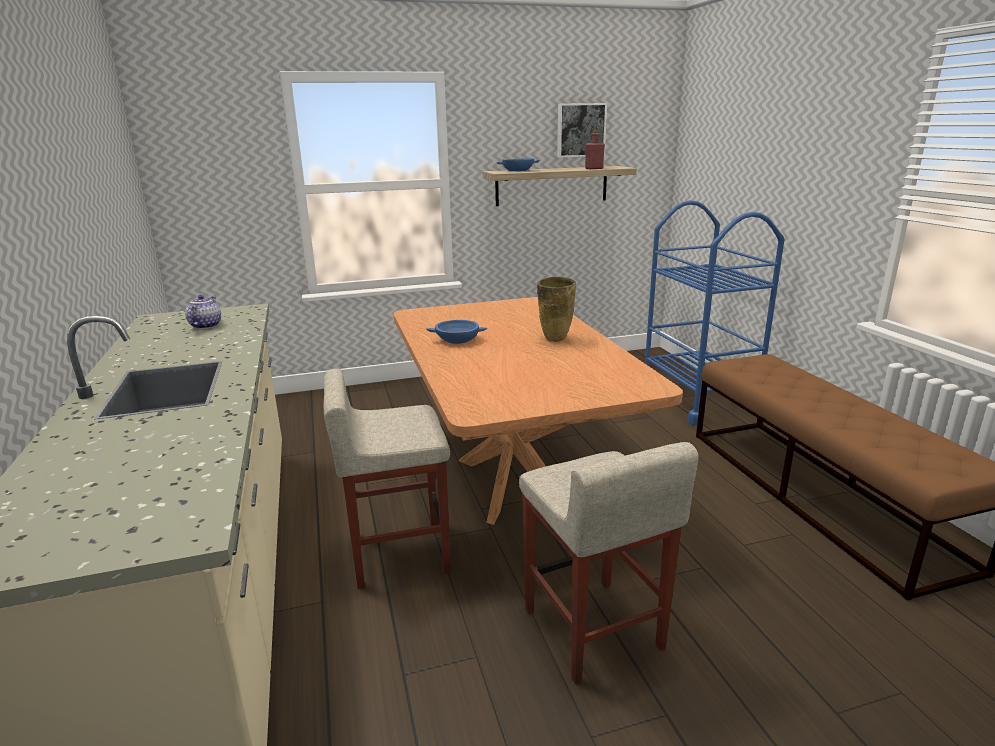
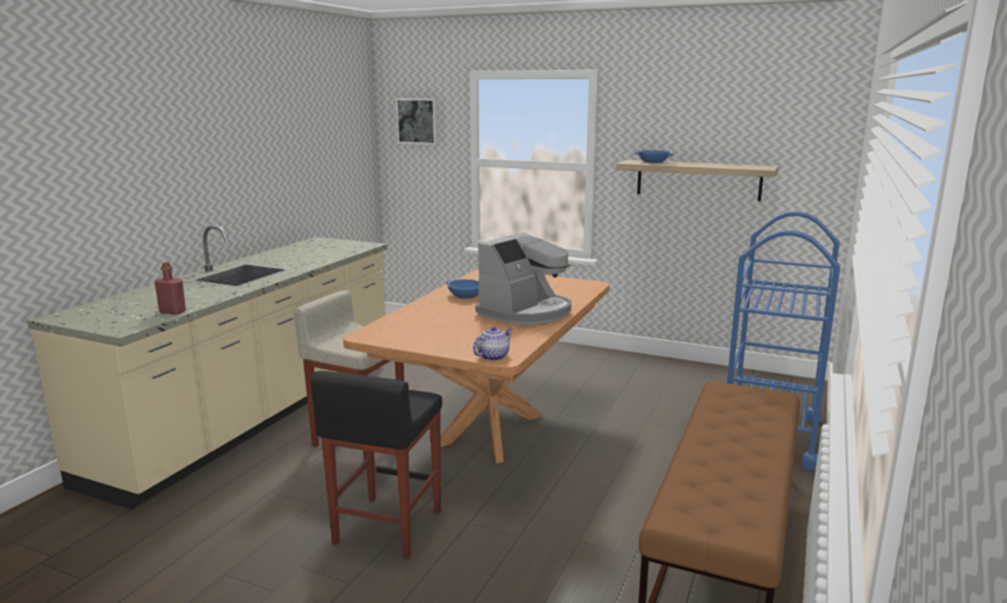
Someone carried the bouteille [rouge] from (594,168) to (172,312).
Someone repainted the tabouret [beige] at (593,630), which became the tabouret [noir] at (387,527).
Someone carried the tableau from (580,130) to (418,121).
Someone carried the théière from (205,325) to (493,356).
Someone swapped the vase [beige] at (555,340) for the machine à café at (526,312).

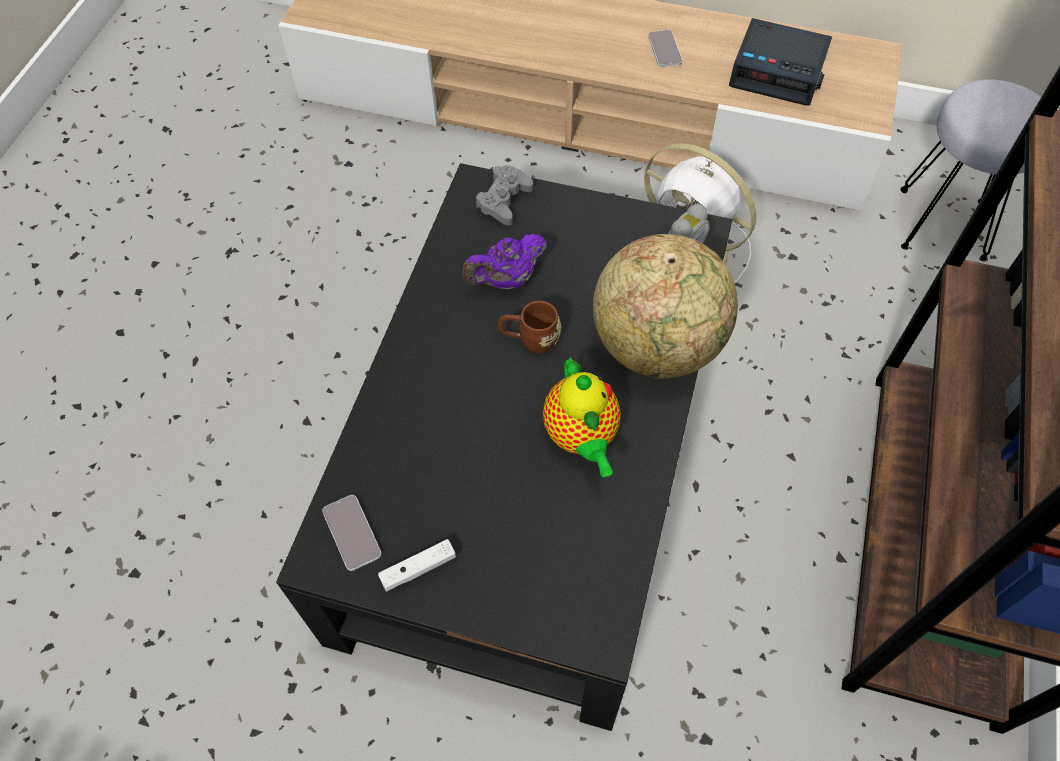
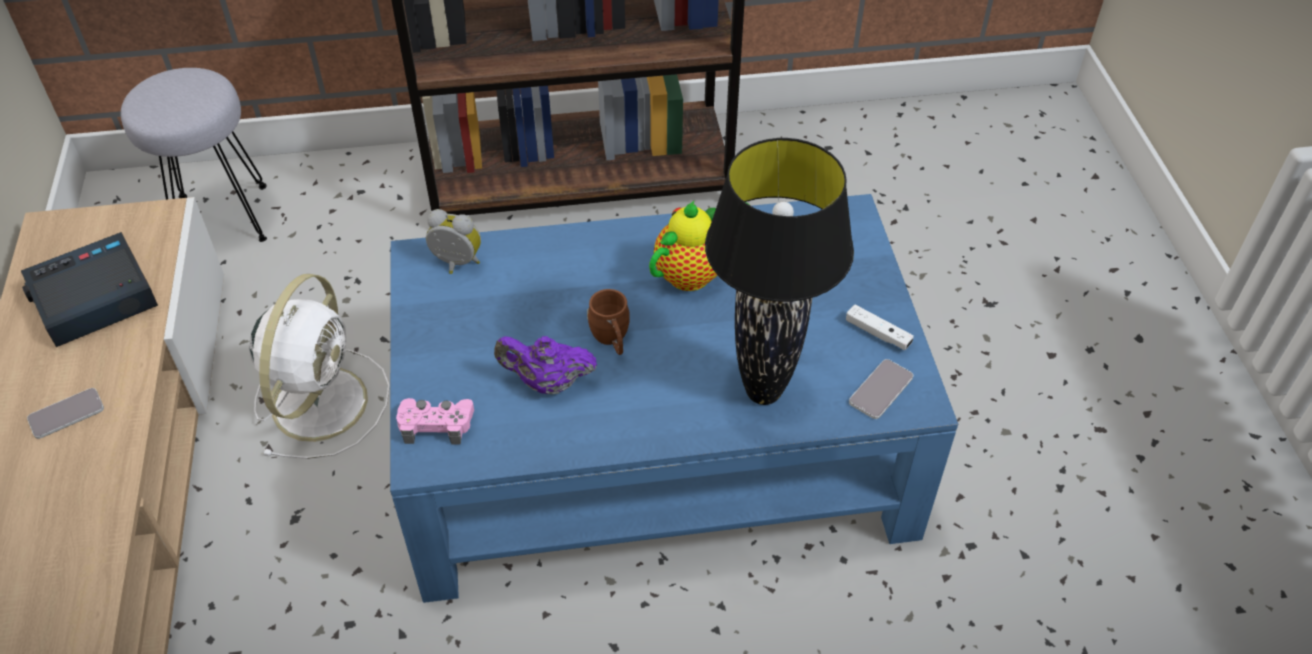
Someone rotated the réveil at (779,71) by 120 degrees counterclockwise.
Someone repainted the table basse [noir] at (532,468), which became the table basse [bleu] at (653,447).
Someone repainted the manette [gris] at (504,200), which became the manette [rose] at (436,424).
Someone rotated the théière [violet] at (506,280) by 150 degrees clockwise.
Someone put down the lampe de table [noir] at (762,391).
Someone took away the globe at (658,345).

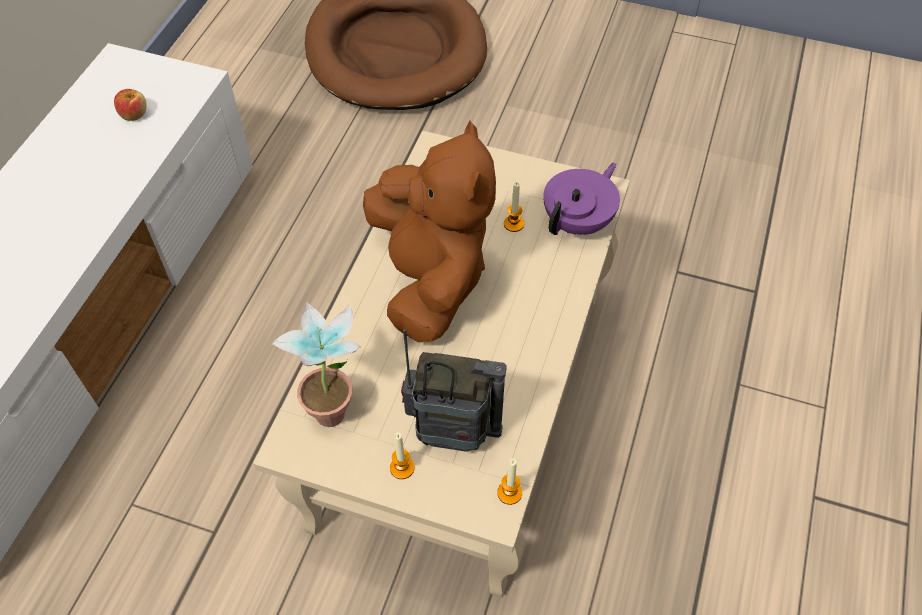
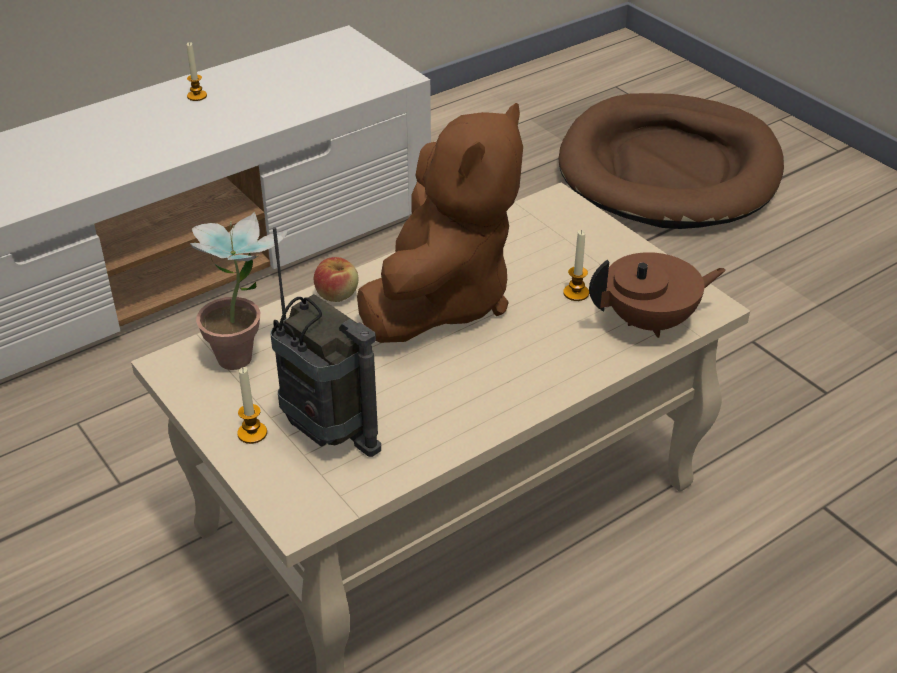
Someone carried the bougie from (509,493) to (197,96).
Someone carried the pomme from (134,114) to (337,294).
Someone repainted the théière [violet] at (579,222), which became the théière [marron] at (651,322).

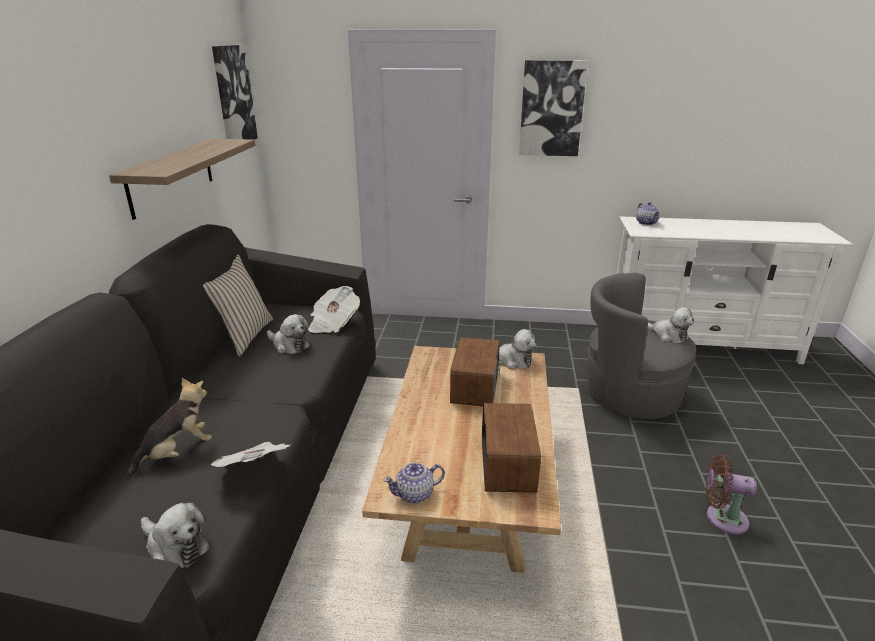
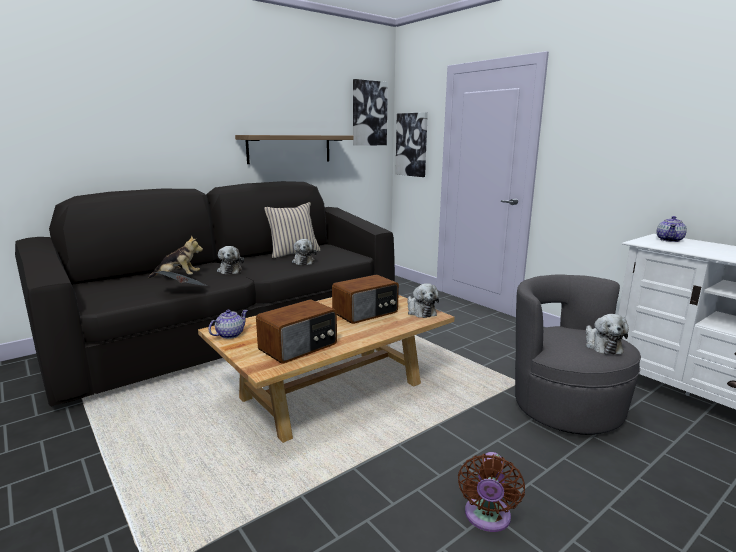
Someone rotated the théière at (415,494) by 105 degrees clockwise.
Someone carried the peluche from (175,547) to (230,270).
Someone carried the tableau from (551,109) to (412,144).
Someone rotated the ventilateur [marron] at (722,518) by 135 degrees counterclockwise.
Someone took away the journal at (333,323).

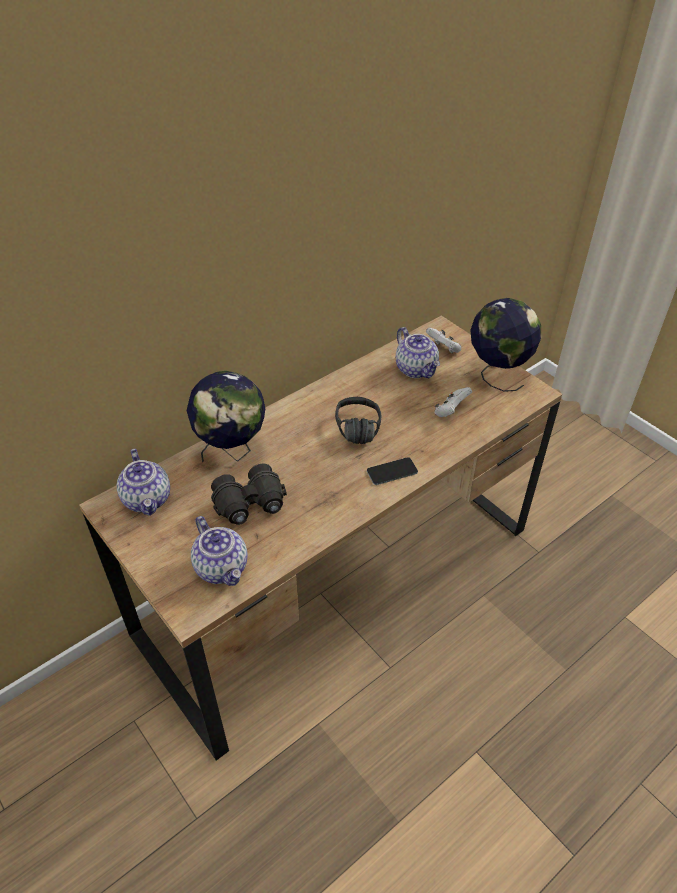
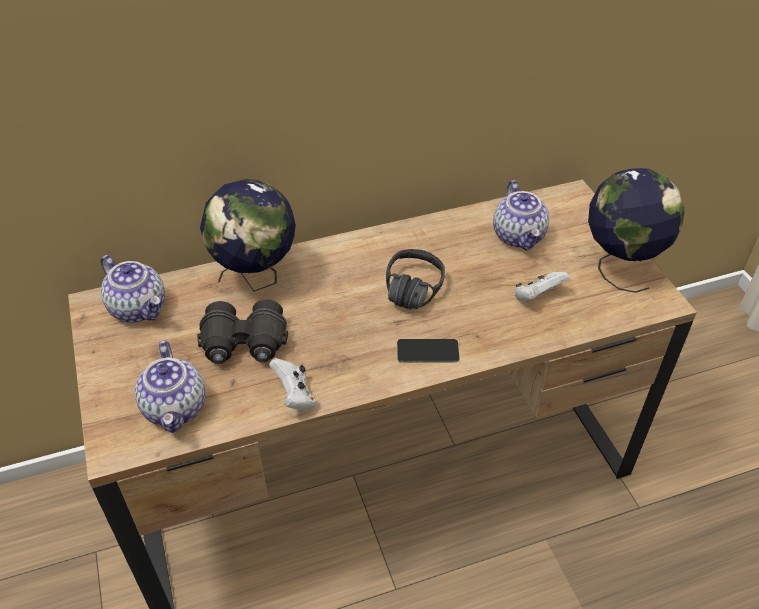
Someone rotated the théière at (148,499) by 45 degrees counterclockwise.
Someone carried the manette [blanc] from (444,349) to (295,396).

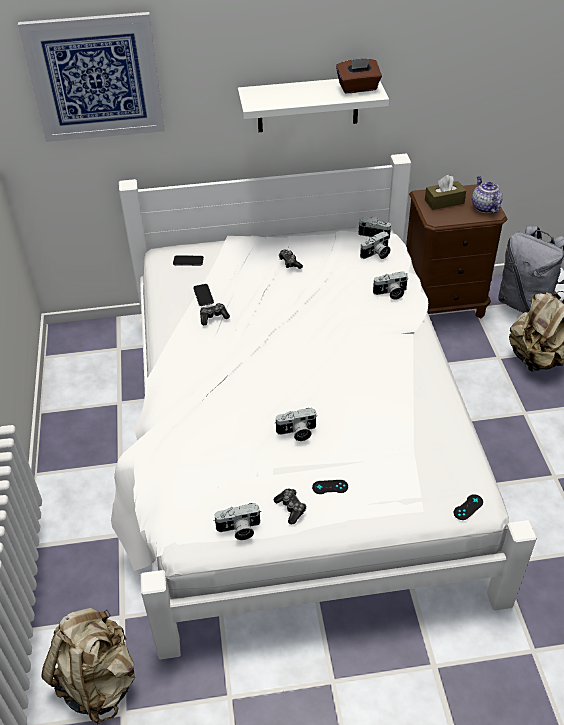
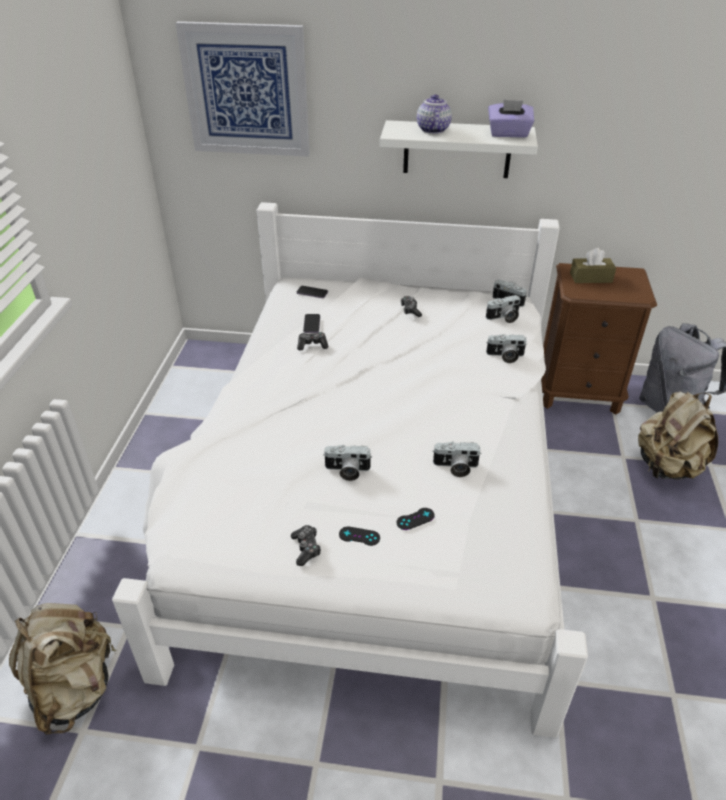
Someone carried the manette [noir] from (468,507) to (415,519).
Someone carried the théière from (484,207) to (432,129).
Someone carried the appareil photo from (239,529) to (455,467).
Someone repainted the boîte à mouchoirs [marron] at (358,88), which became the boîte à mouchoirs [violet] at (508,134).

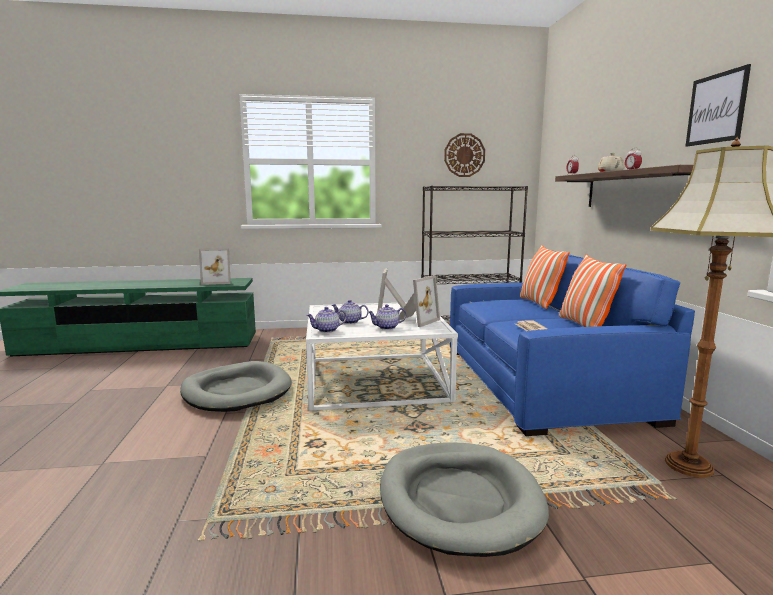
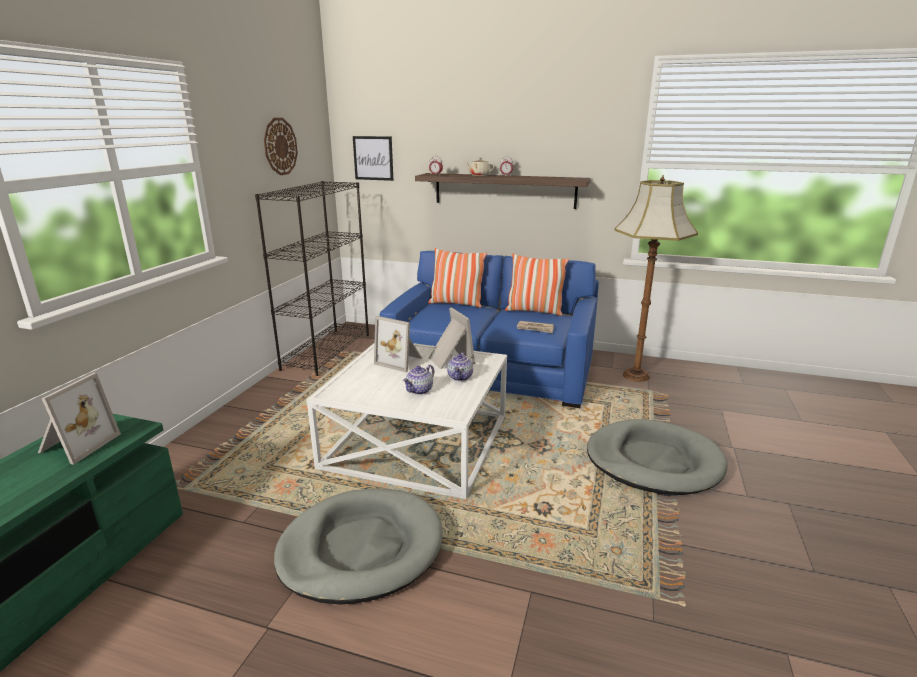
Someone carried the tableau from (716,108) to (373,158).
Someone took away the théière at (327,330).

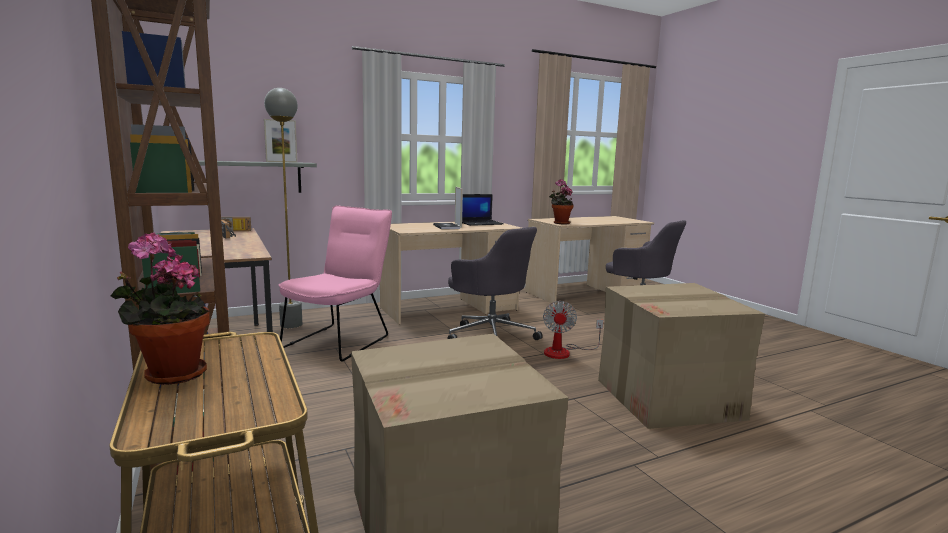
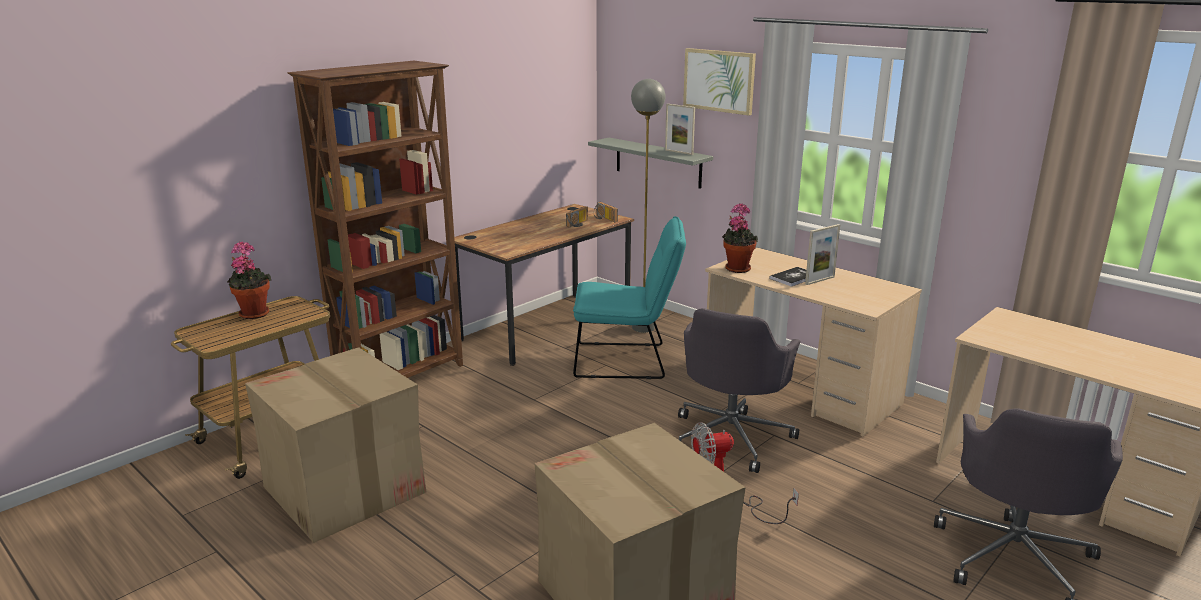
Someone repainted the chaise [rose] at (341,340), which became the chaise [turquoise] at (628,361).
Someone put up the tableau at (719,80).
Someone carried the plante en pot from (560,223) to (737,268).
Someone took away the ordinateur portable at (480,223).

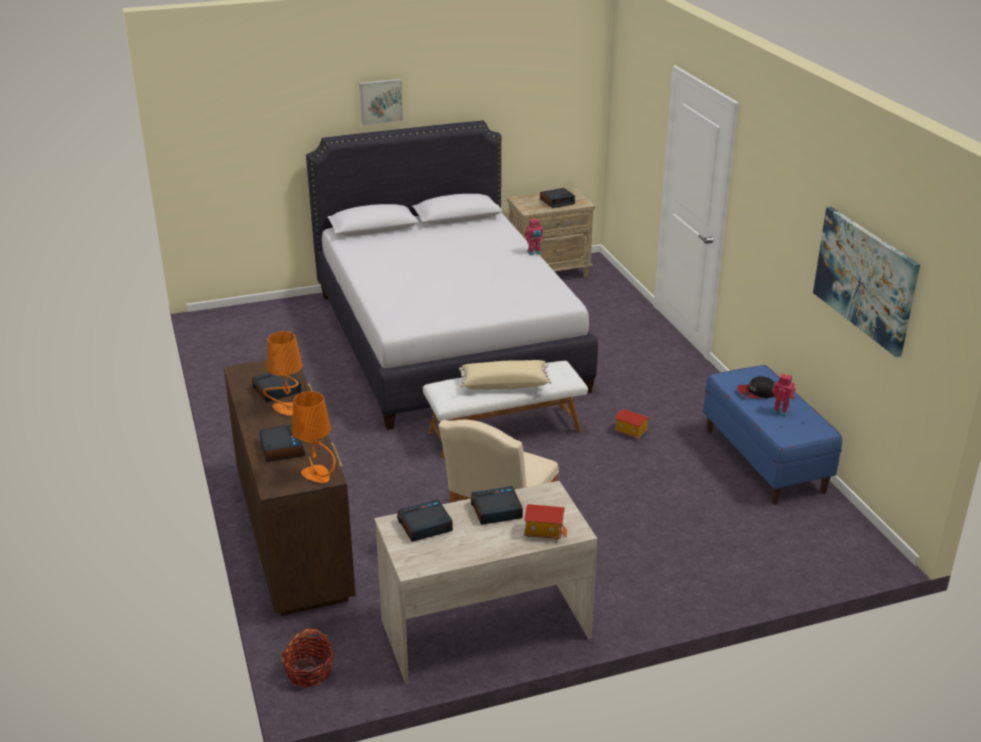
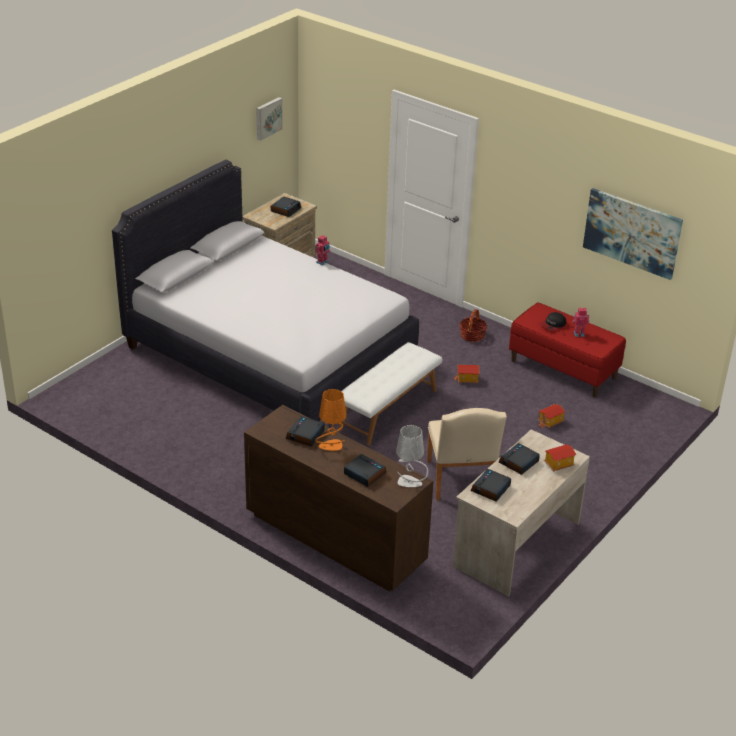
Someone carried the tableau from (380,101) to (268,118).
Someone repainted the lampe de table [orange] at (317,475), which became the lampe de table [gris] at (409,482).
Someone carried the panier from (309,671) to (472,335).
Someone repainted the banc [bleu] at (765,460), which became the banc [rouge] at (563,369).
Someone put down the maison miniature at (550,422).
Someone took away the coussin [beige] at (504,384).

